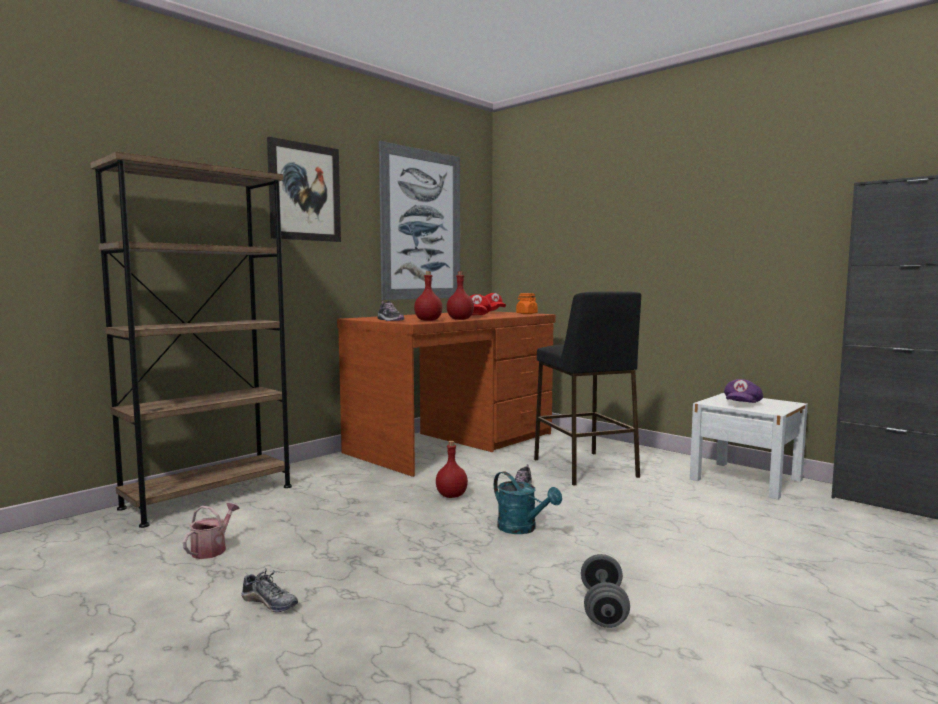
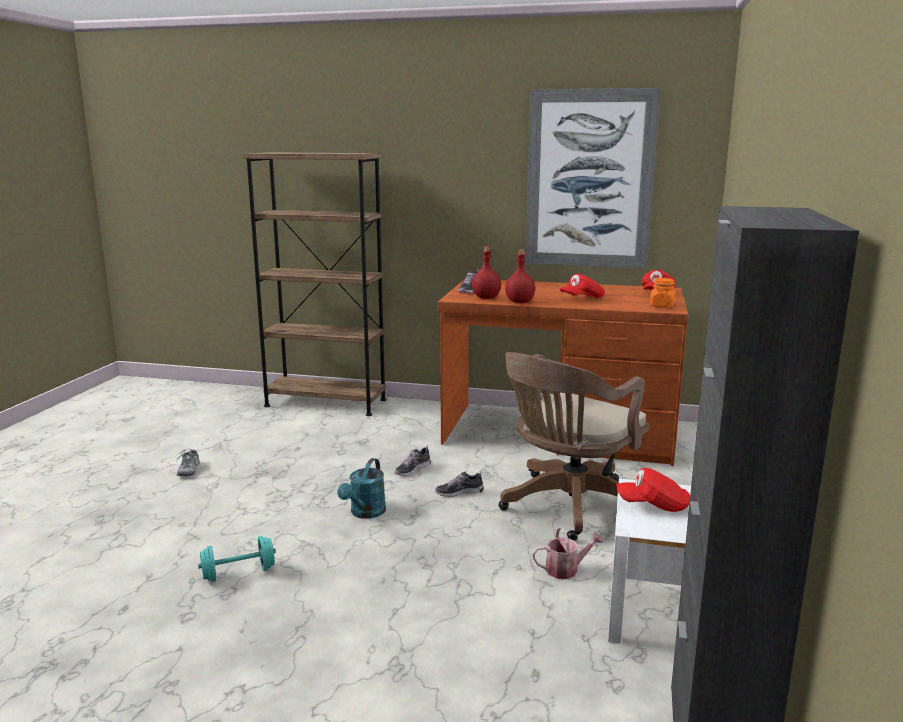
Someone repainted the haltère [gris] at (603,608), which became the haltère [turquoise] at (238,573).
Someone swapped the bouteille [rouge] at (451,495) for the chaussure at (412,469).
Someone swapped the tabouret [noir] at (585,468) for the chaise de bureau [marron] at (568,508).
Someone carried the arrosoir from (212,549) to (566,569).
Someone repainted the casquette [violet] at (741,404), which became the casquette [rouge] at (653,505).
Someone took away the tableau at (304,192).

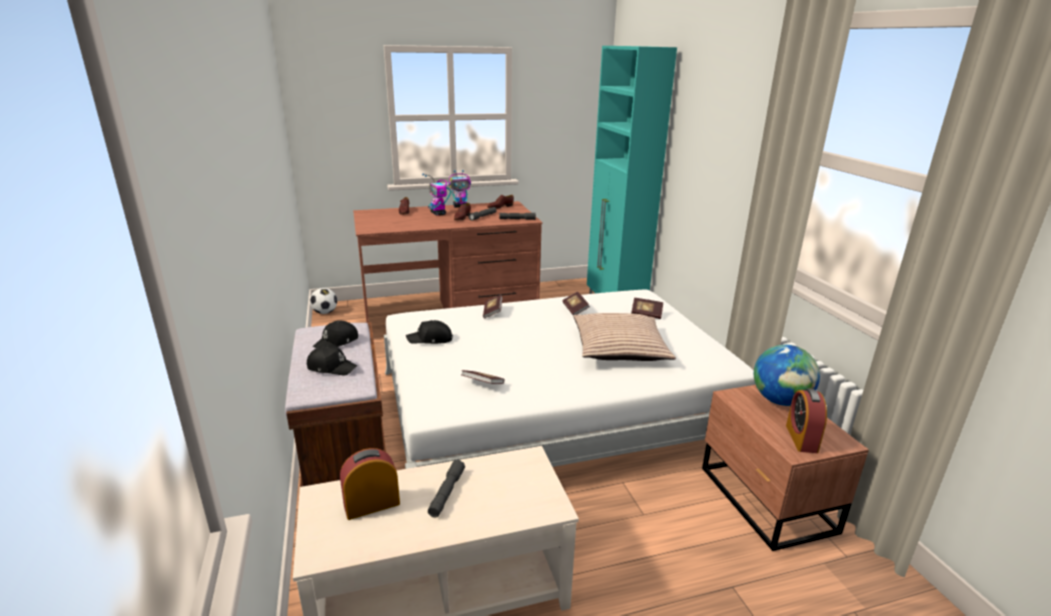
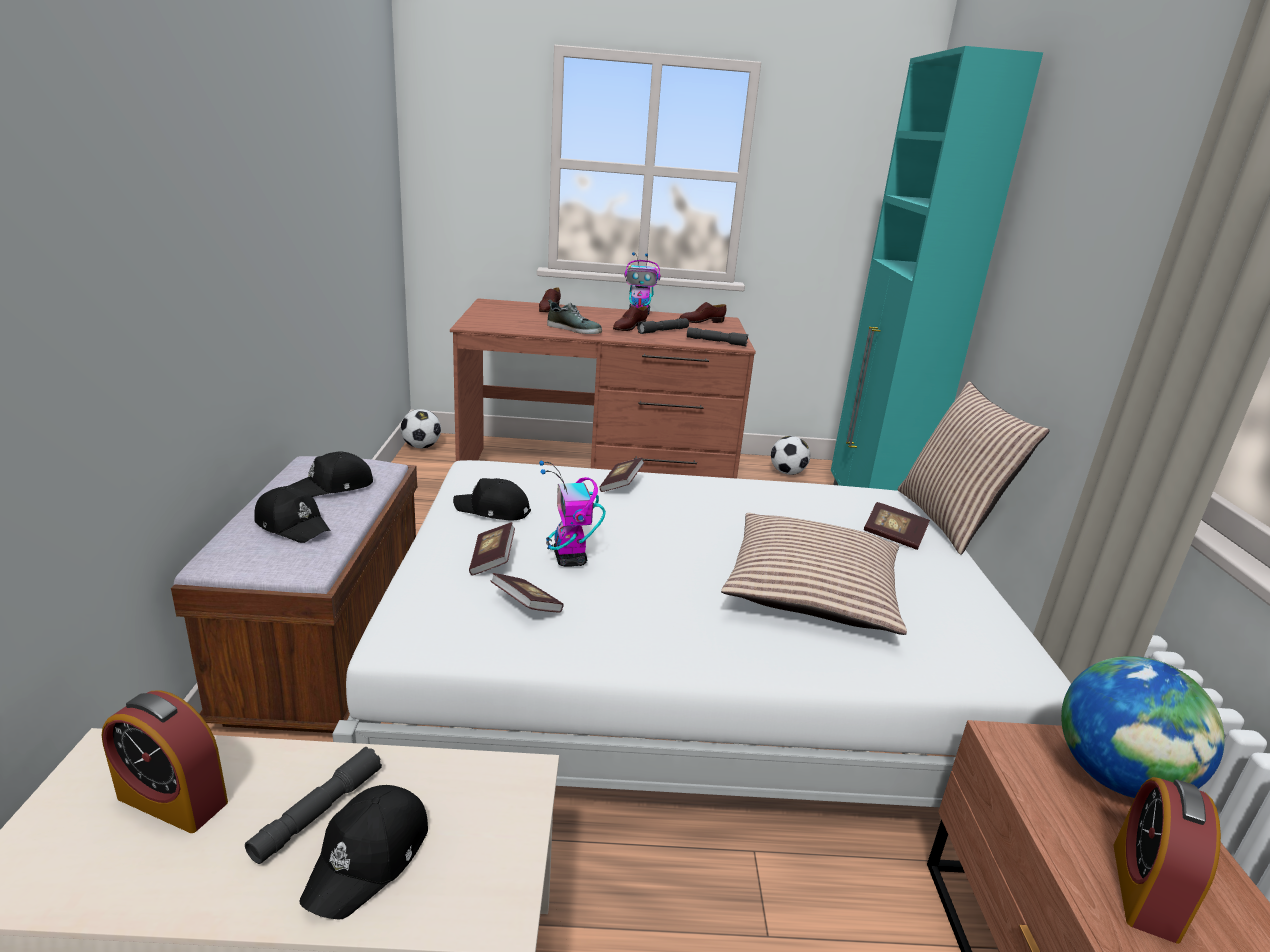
Someone rotated the réveil at (372,505) by 150 degrees counterclockwise.
Someone put down the casquette [noir] at (369,858).
Someone carried the livre from (575,309) to (492,560).
Someone carried the robot jouet from (438,214) to (570,559).
Someone put down the chaussure at (574,329).
Someone put down the ballon de foot at (787,473).
Someone put down the coussin at (949,520).

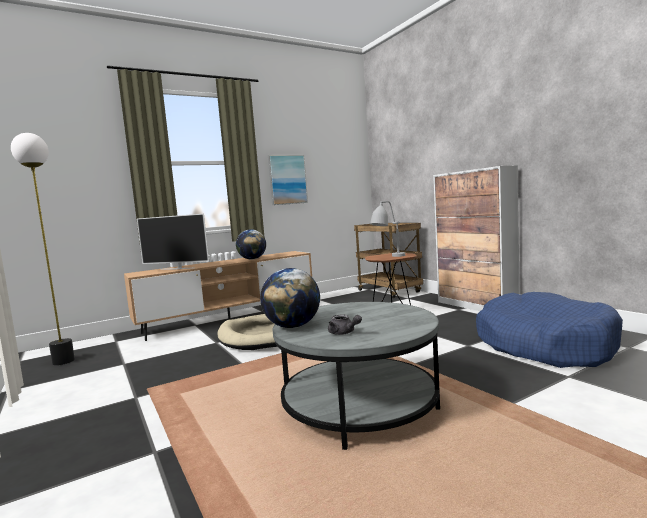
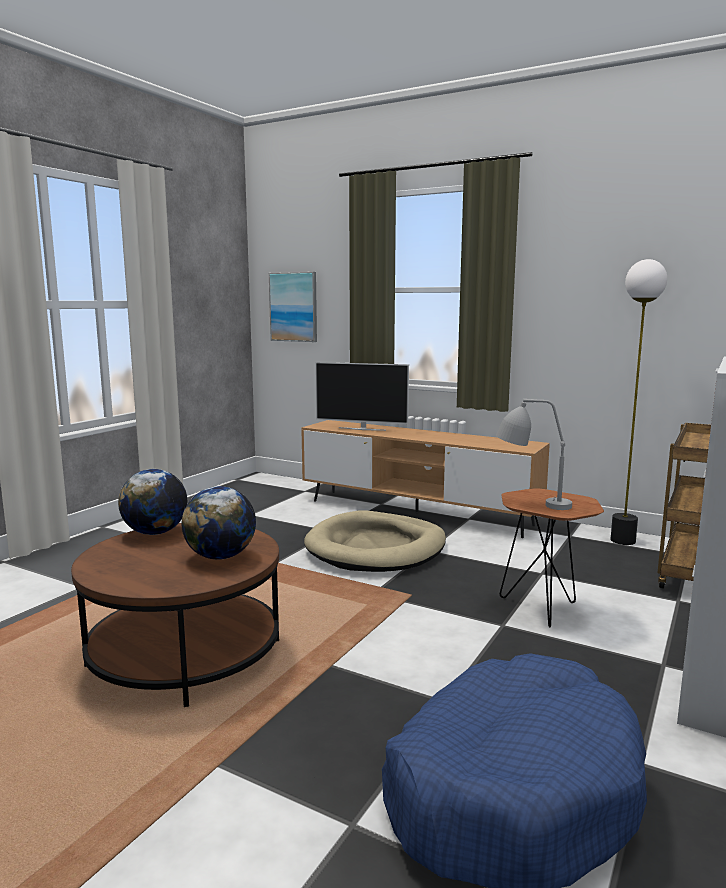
Someone repainted the table basse [gris] at (359,406), which became the table basse [marron] at (185,653).
Someone carried the globe from (252,259) to (221,556).
Someone carried the tableau from (287,179) to (293,307).
Someone rotated the téléviseur at (177,268) by 60 degrees counterclockwise.
Someone carried the lampadaire from (63,361) to (623,541).
Someone took away the théière [gris] at (344,333).

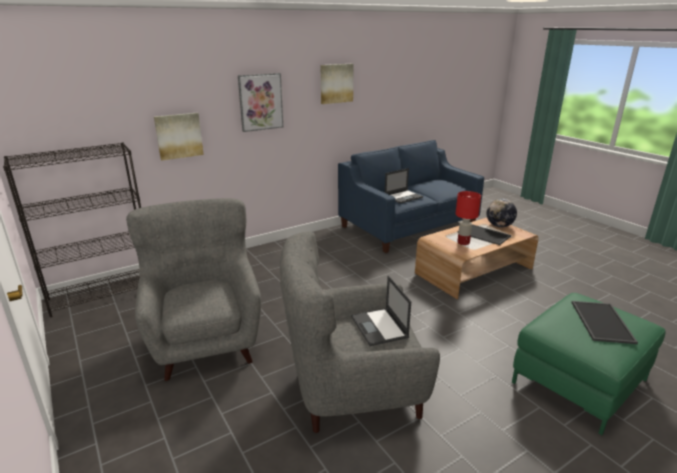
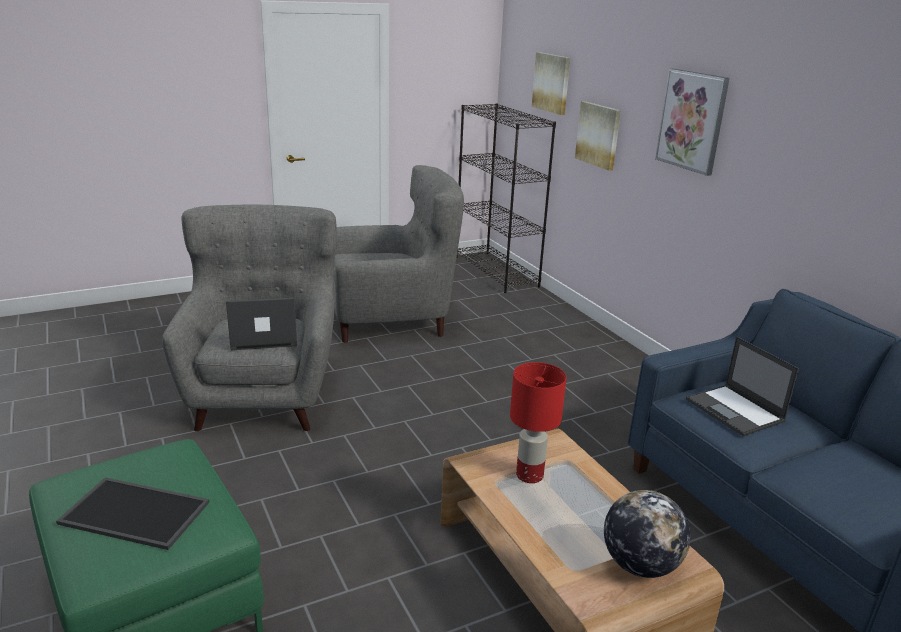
Someone carried the tableau from (336,83) to (552,83).
Someone took away the plateau at (484,234).

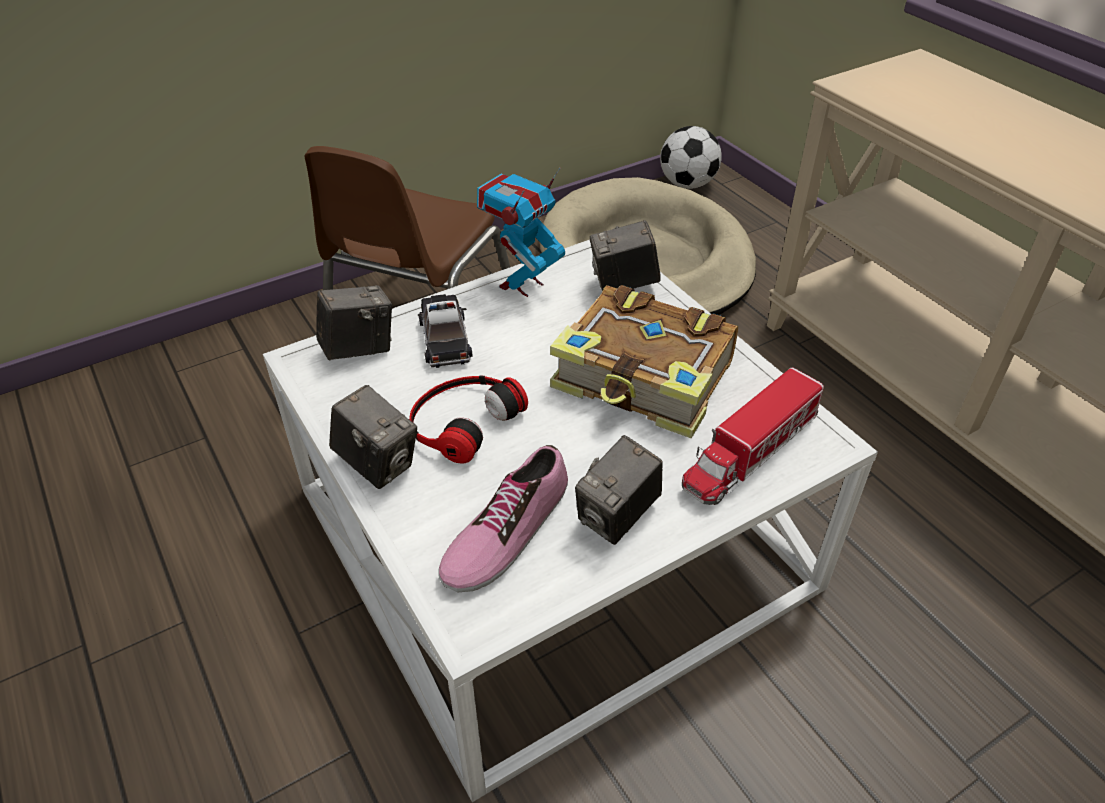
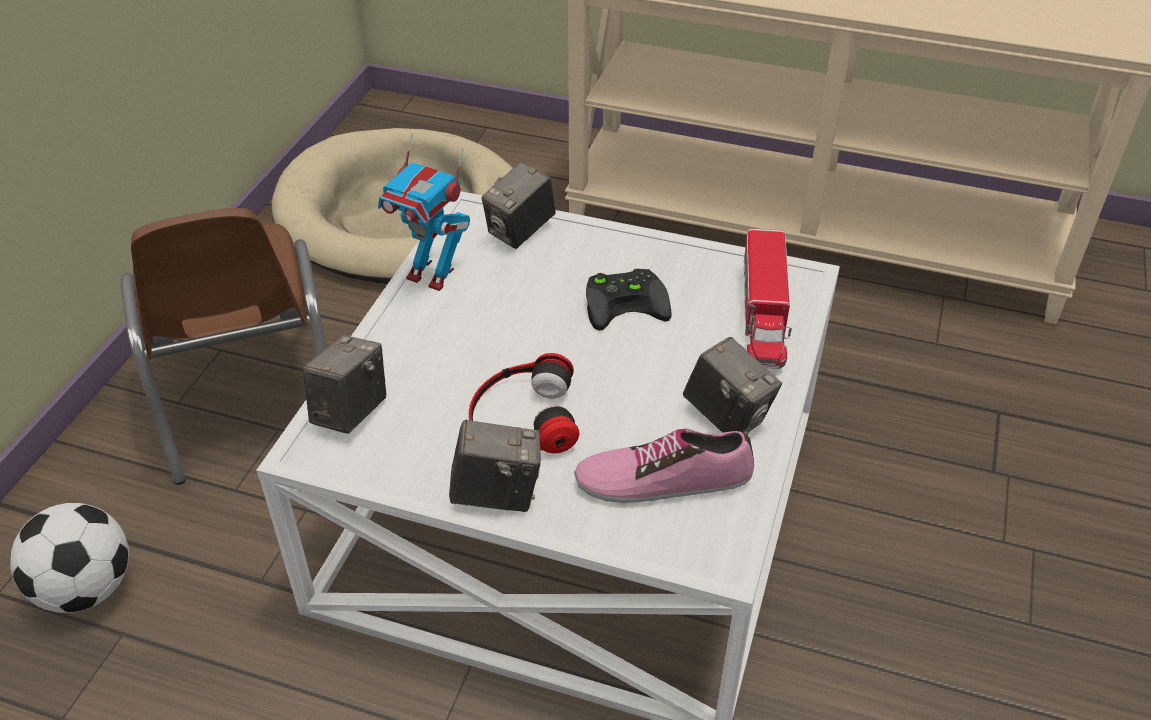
Someone carried the ballon de foot from (687,184) to (86,589).
Someone rotated the robot jouet at (522,284) by 60 degrees counterclockwise.
Someone rotated the chaussure at (505,531) by 90 degrees clockwise.
Someone swapped the livre at (645,379) for the manette [noir] at (627,302).
Someone rotated the appareil photo at (617,517) by 45 degrees counterclockwise.
Someone took away the petite voiture at (445,338).

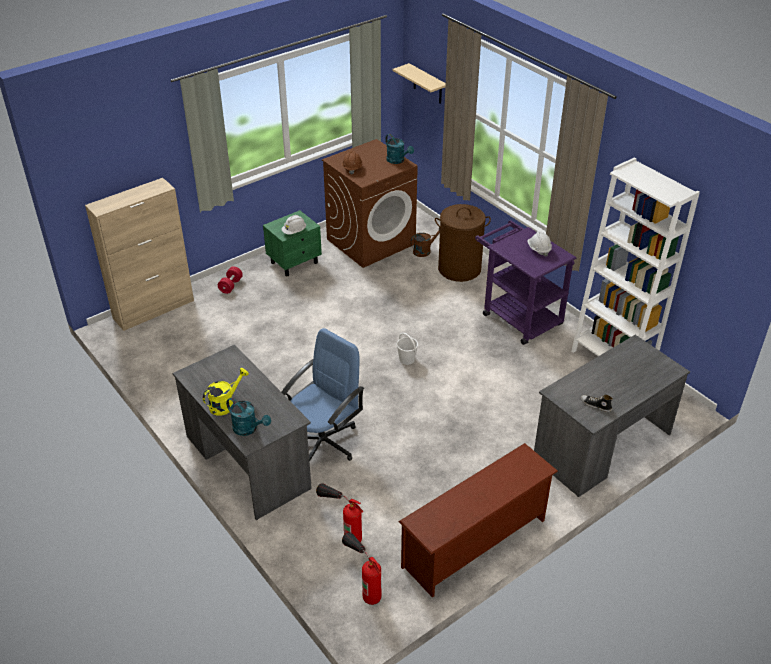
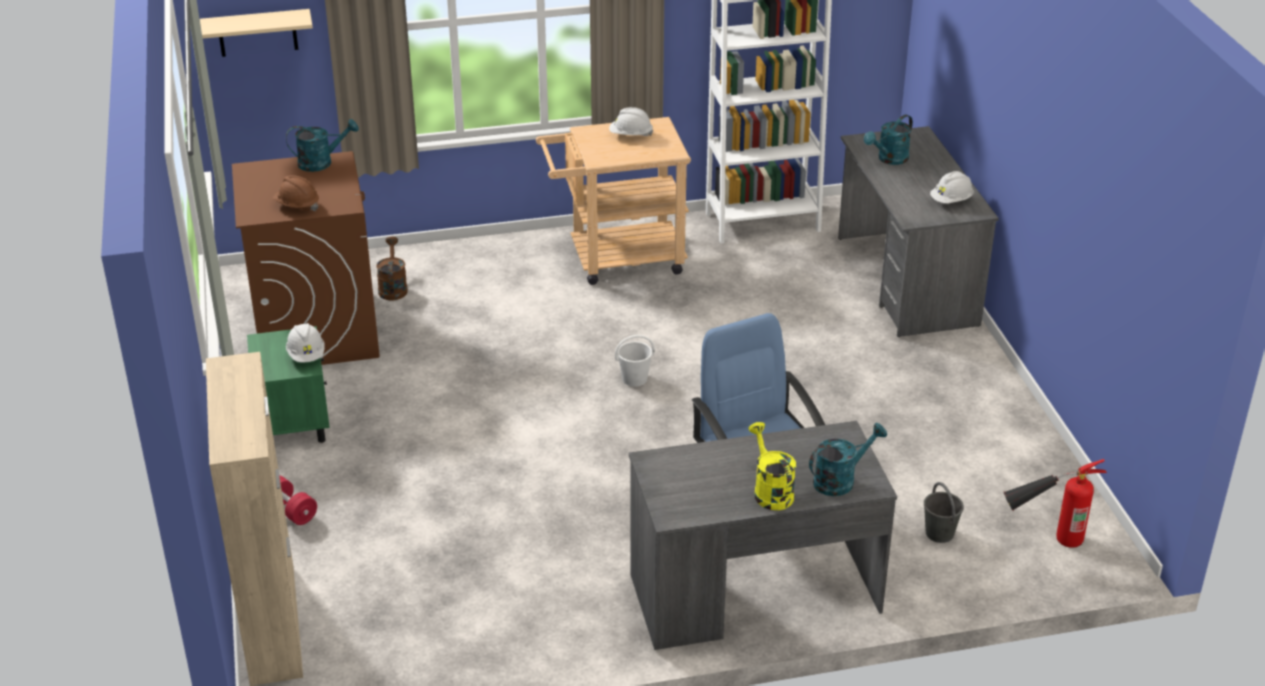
Someone repainted the chariot [violet] at (517,316), which became the chariot [beige] at (616,259).
Someone put down the arrosoir [turquoise] at (889,159).
Someone swapped the extincteur at (342,529) for the seau [gris] at (940,533).
Someone swapped the chaussure at (595,405) for the casque de chantier [blanc] at (951,201).
Someone took away the étagère à chaussures [marron] at (475,544).
Someone took away the panier à linge [marron] at (459,269).

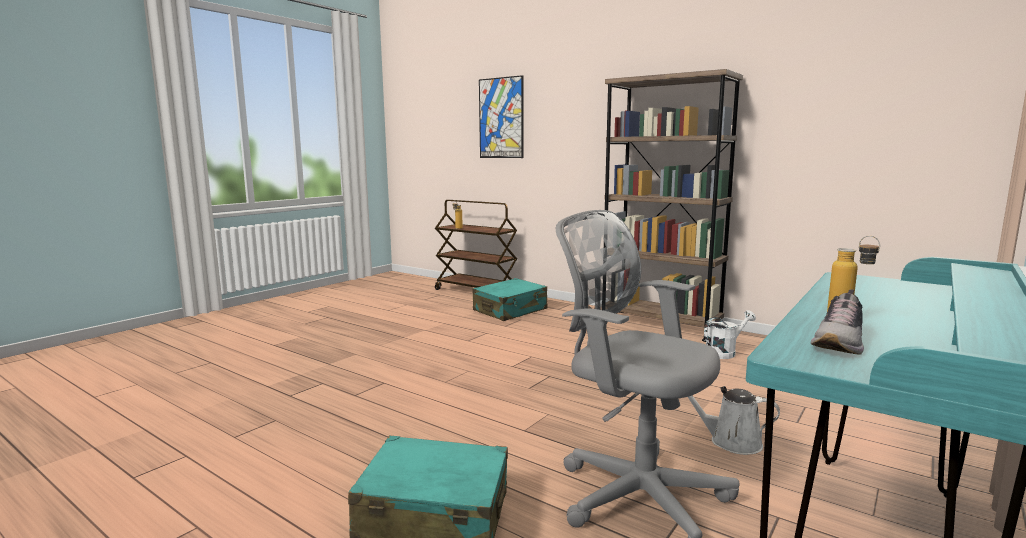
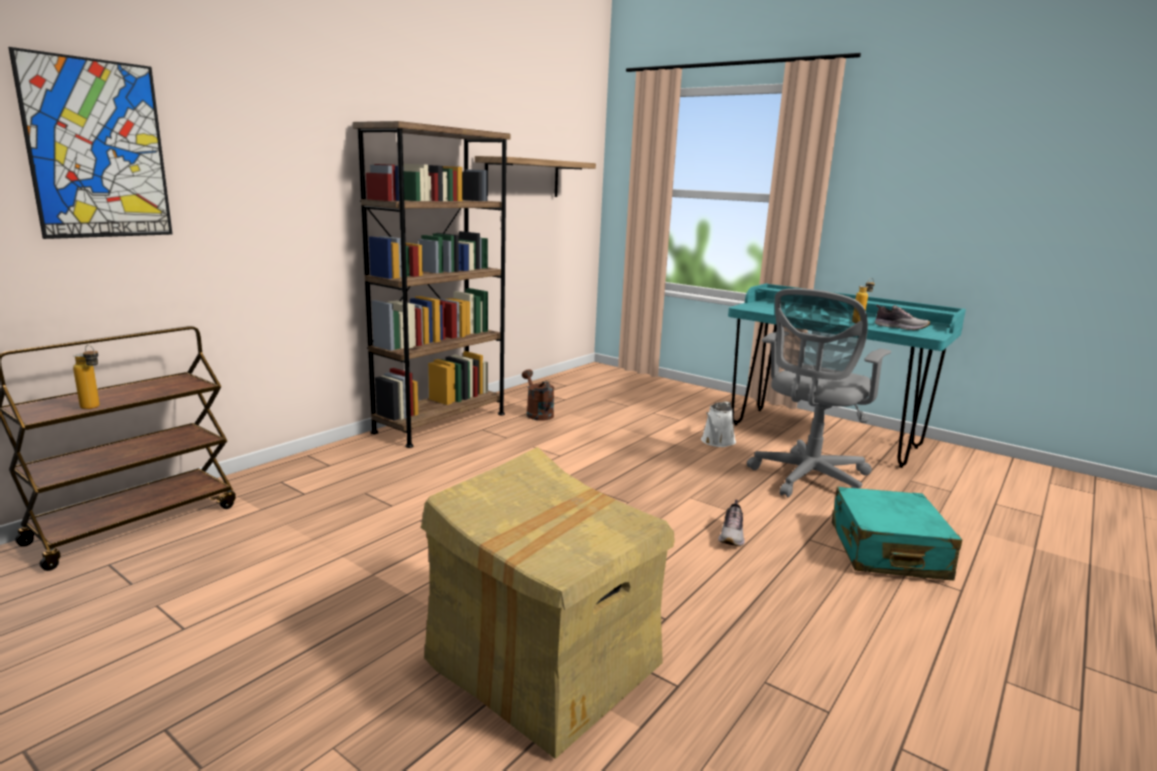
Someone put down the carton at (542,663).
Someone put up the étagère at (523,178).
Someone repainted the arrosoir [blanc] at (724,352), which became the arrosoir [marron] at (537,413).
Someone put down the chaussure at (732,536).
Someone took away the valise [turquoise] at (510,310).

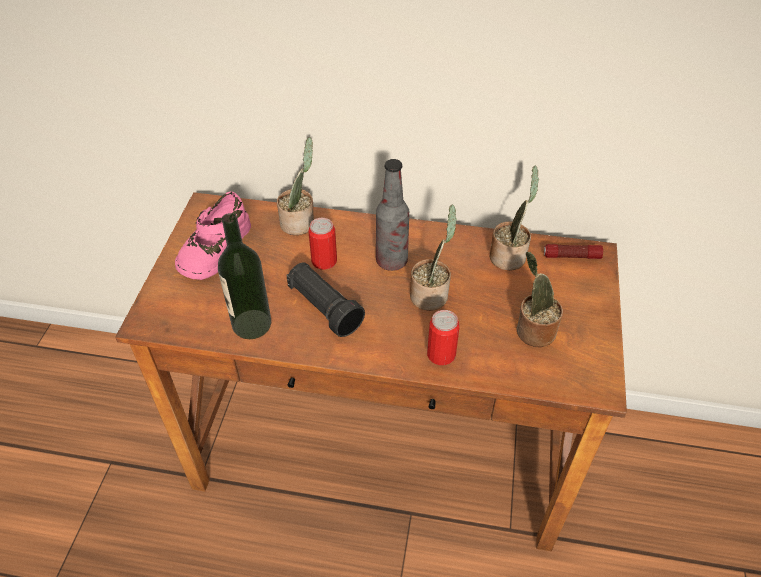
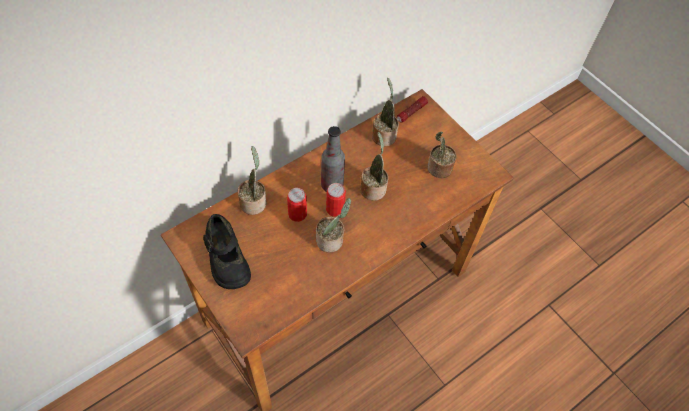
Someone repainted the chaussure [rose] at (214,249), which became the chaussure [noir] at (226,258).
Someone swapped the lampe de poche [noir] at (324,308) for the plante en pot at (331,240).
Someone carried the boîte métallique from (441,354) to (335,209).
Someone took away the bouteille at (251,324).

